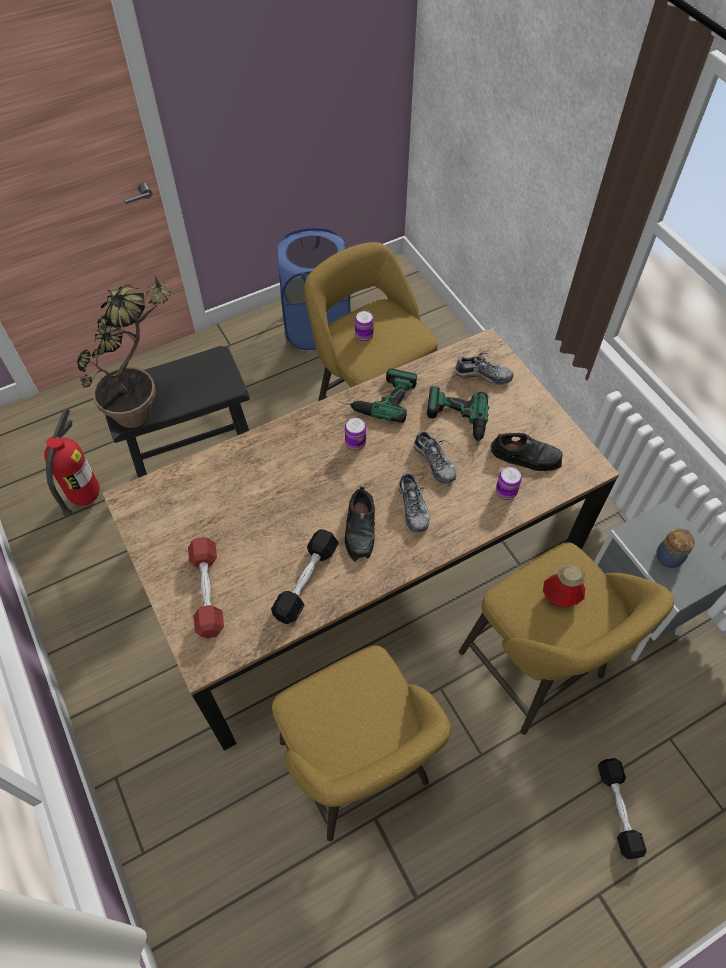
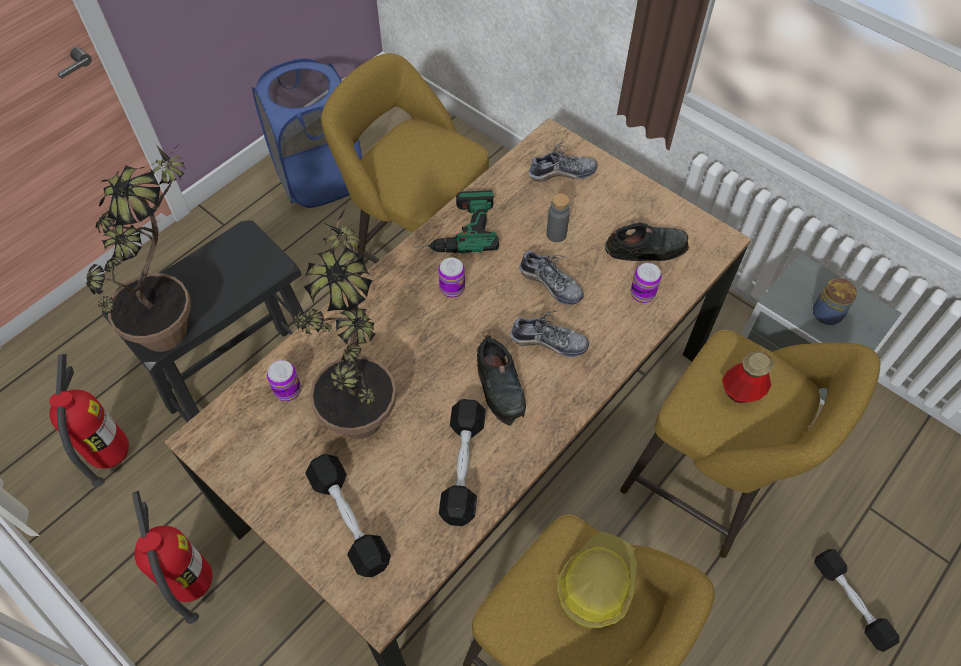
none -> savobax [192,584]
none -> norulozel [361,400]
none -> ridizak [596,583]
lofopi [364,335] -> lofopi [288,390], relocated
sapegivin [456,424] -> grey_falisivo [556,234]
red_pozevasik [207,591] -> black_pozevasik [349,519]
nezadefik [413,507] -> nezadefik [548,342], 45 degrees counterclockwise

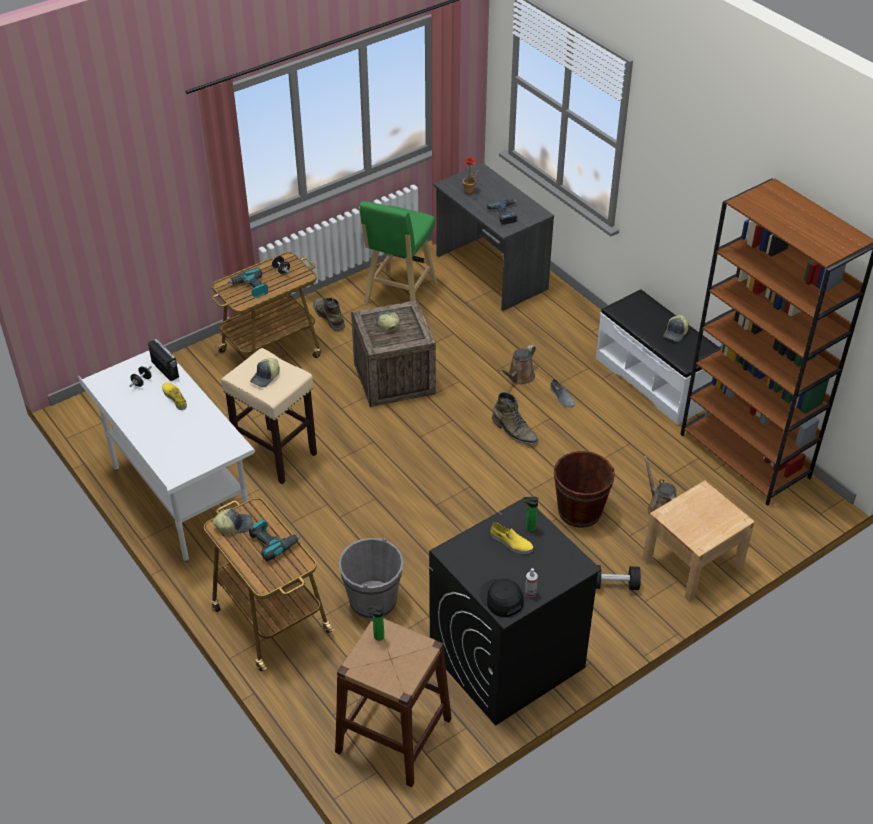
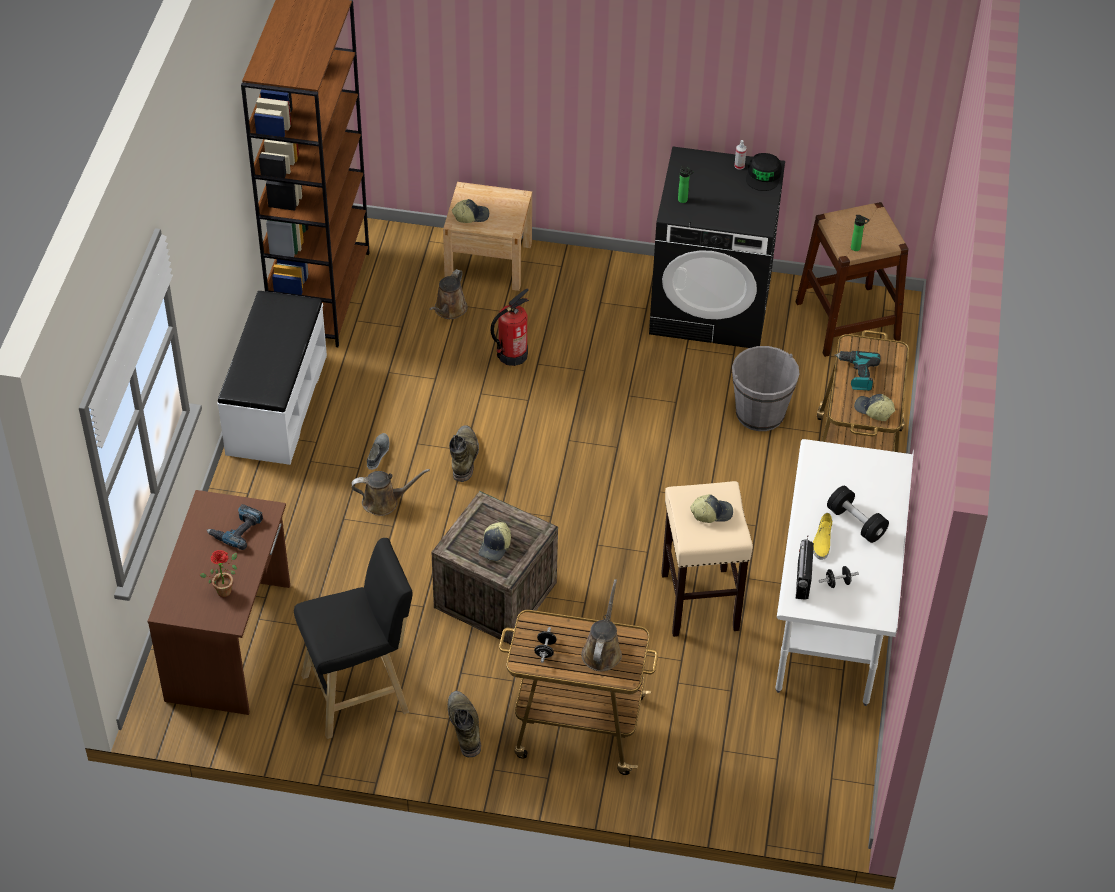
yellow_nezadefik [511,542] -> none
black_pozevasik [613,585] -> black_pozevasik [856,523], relocated
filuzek [676,333] -> filuzek [471,215], relocated
sapegivin [250,288] -> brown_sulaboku [602,651]
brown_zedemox [579,511] -> savobax [512,355]
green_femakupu [399,296] -> black_femakupu [360,692]
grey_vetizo [490,273] -> brown_vetizo [231,642]
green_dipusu [329,316] -> green_dipusu [464,726], 150 degrees clockwise

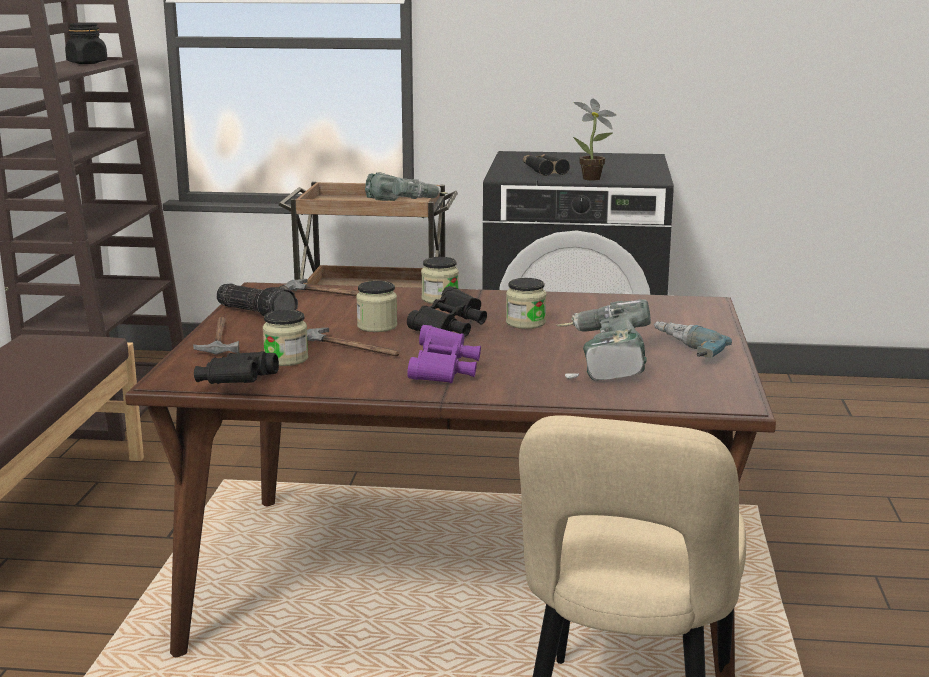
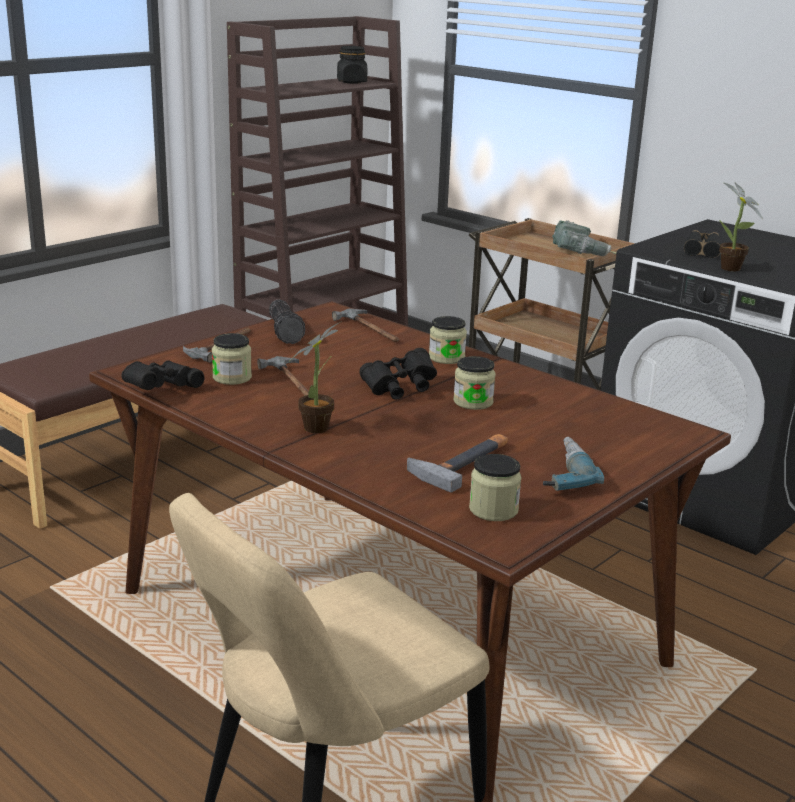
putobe [377,326] -> putobe [493,510], relocated
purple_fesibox [444,372] -> norulozel [319,427]
sapegivin [603,363] -> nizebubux [464,462]

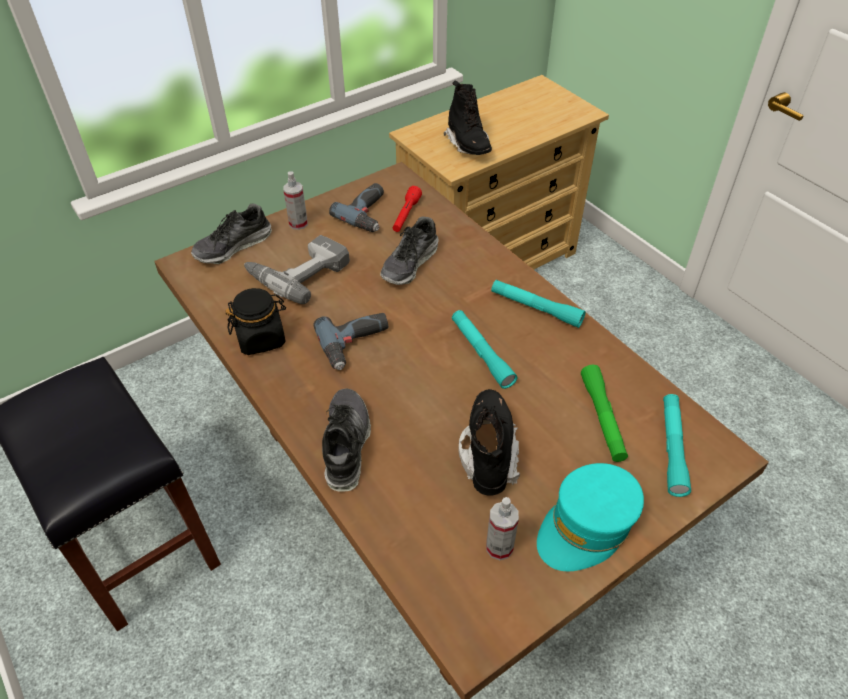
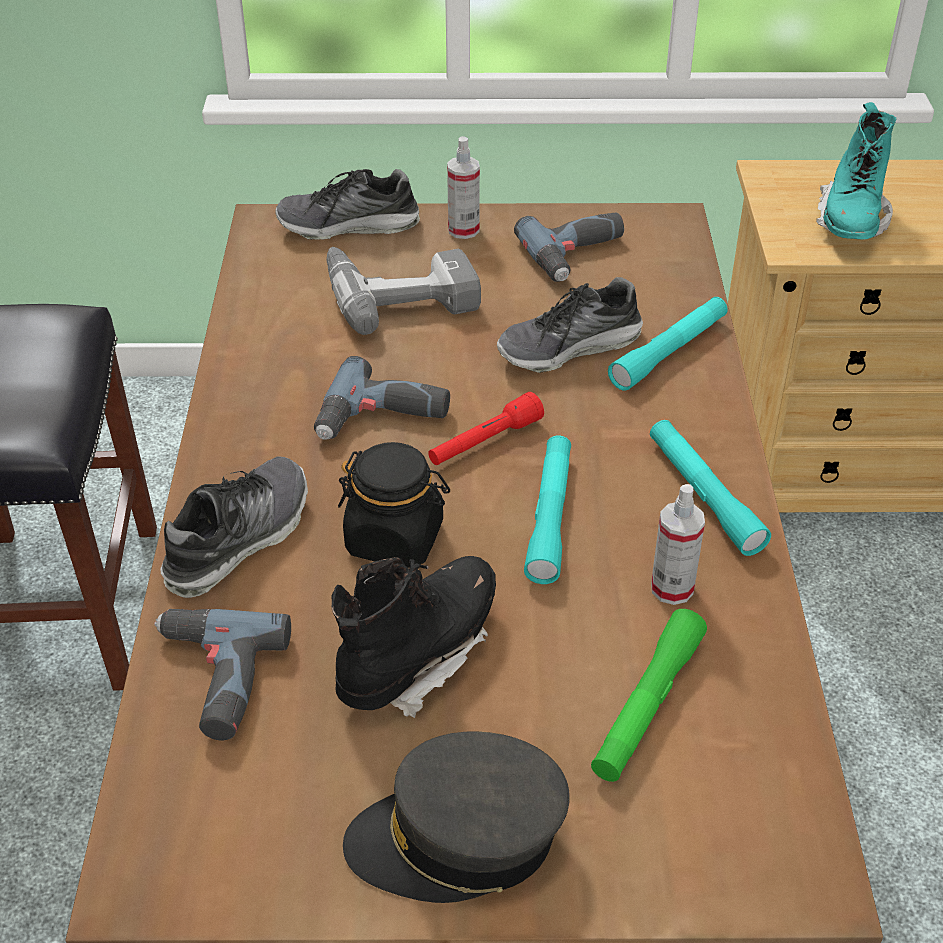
none -> sapegivin [211,680]
black_putobe [261,338] -> black_putobe [395,538], relocated
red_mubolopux [406,215] -> red_mubolopux [484,442], relocated
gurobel [499,547] -> gurobel [672,588], relocated
turquoise_mubolopux [672,448] -> turquoise_mubolopux [669,352], relocated
black_dipusu [468,145] -> turquoise_dipusu [851,222]
turquoise_filuzek [586,526] -> grey_filuzek [459,839]

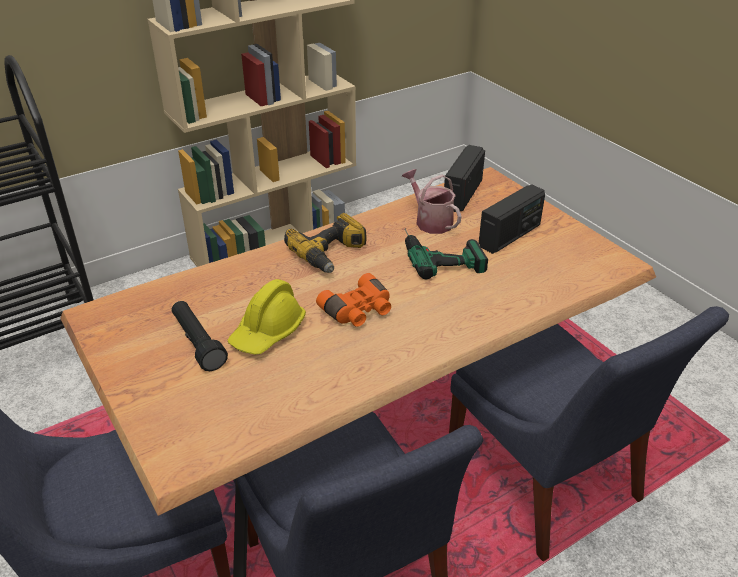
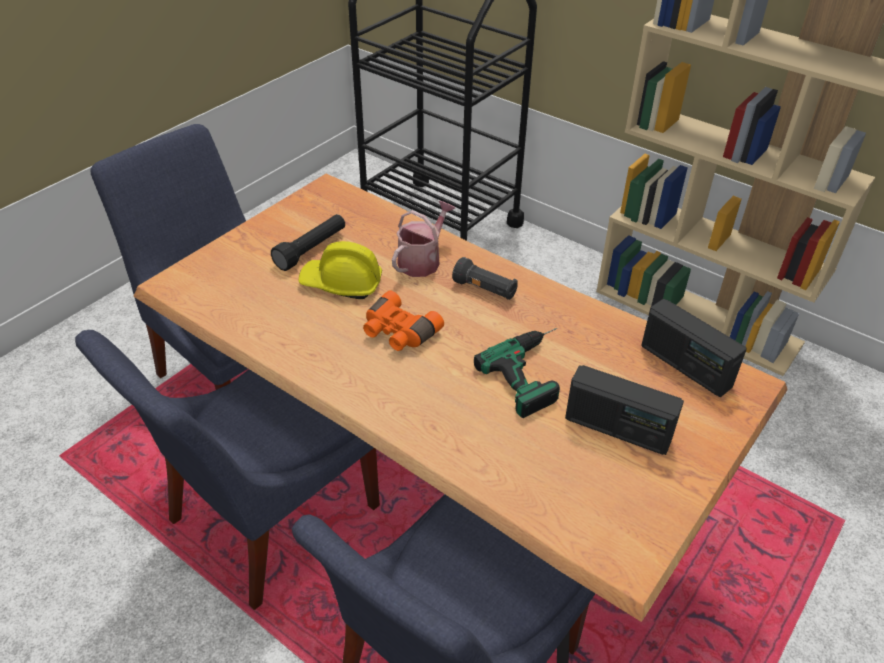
sulaboku [430,221] -> sulaboku [422,260], relocated
sapegivin [331,254] -> black_mubolopux [485,290]
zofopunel [462,194] -> zofopunel [685,366], 135 degrees counterclockwise

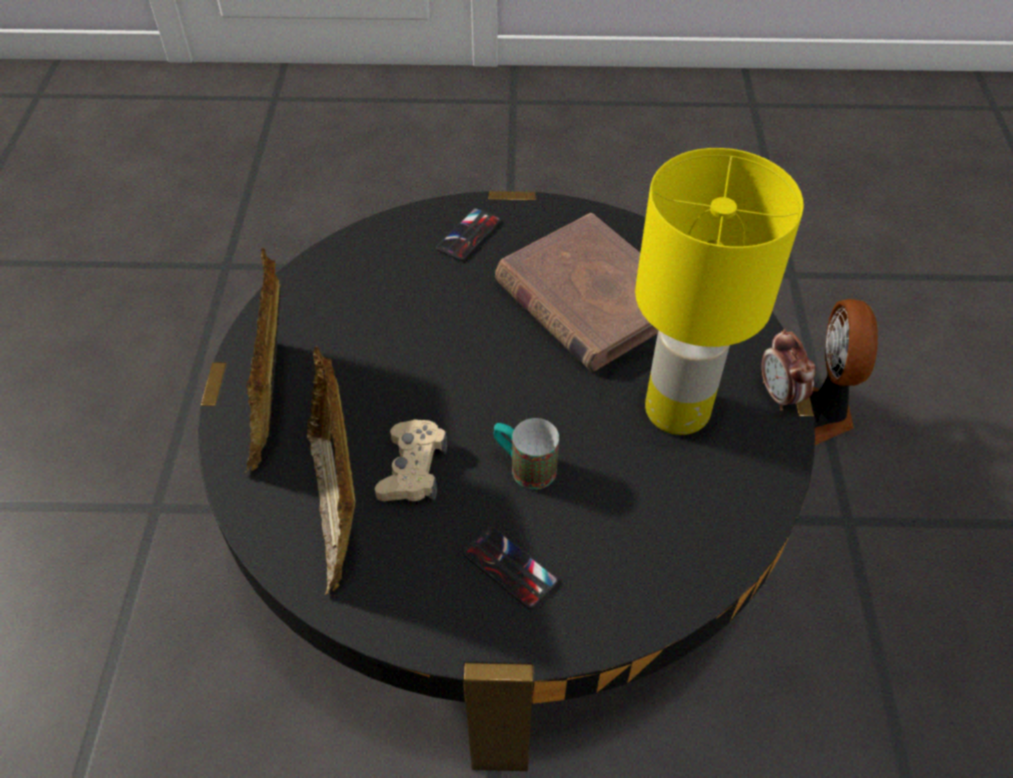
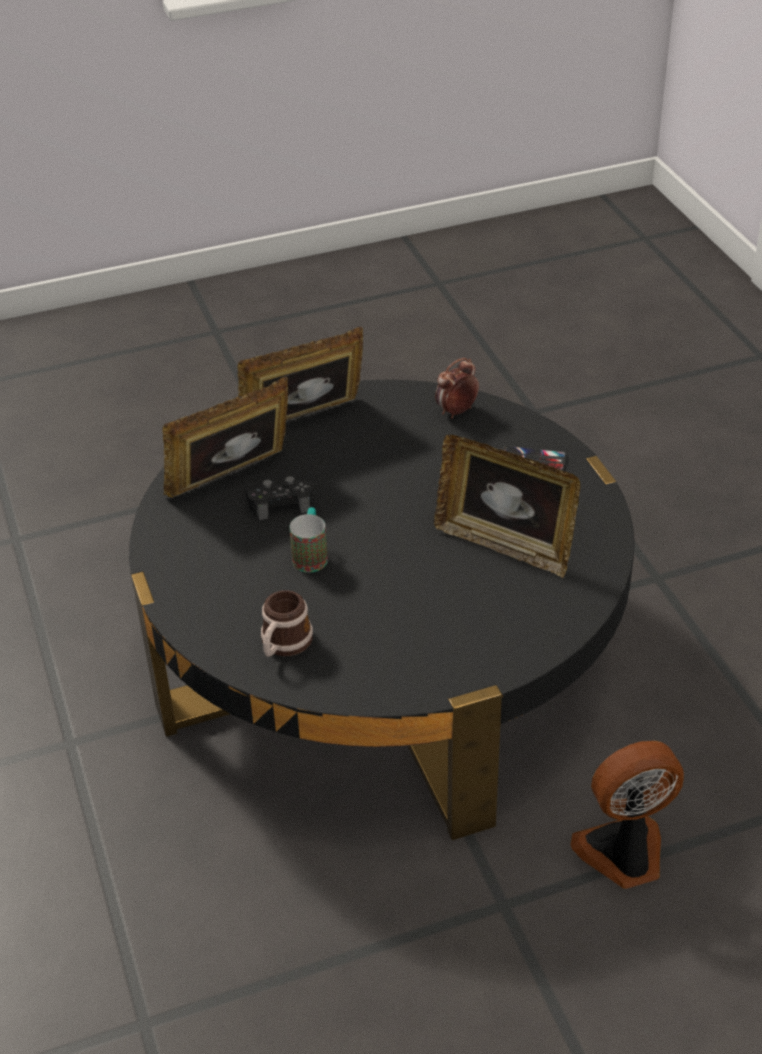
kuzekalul [510,567] -> none
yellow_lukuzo [679,409] -> none
none -> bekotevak [283,645]
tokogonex [779,395] -> tokogonex [456,411], relocated
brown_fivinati [589,298] -> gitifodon [505,544]
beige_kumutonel [412,469] -> black_kumutonel [281,502]

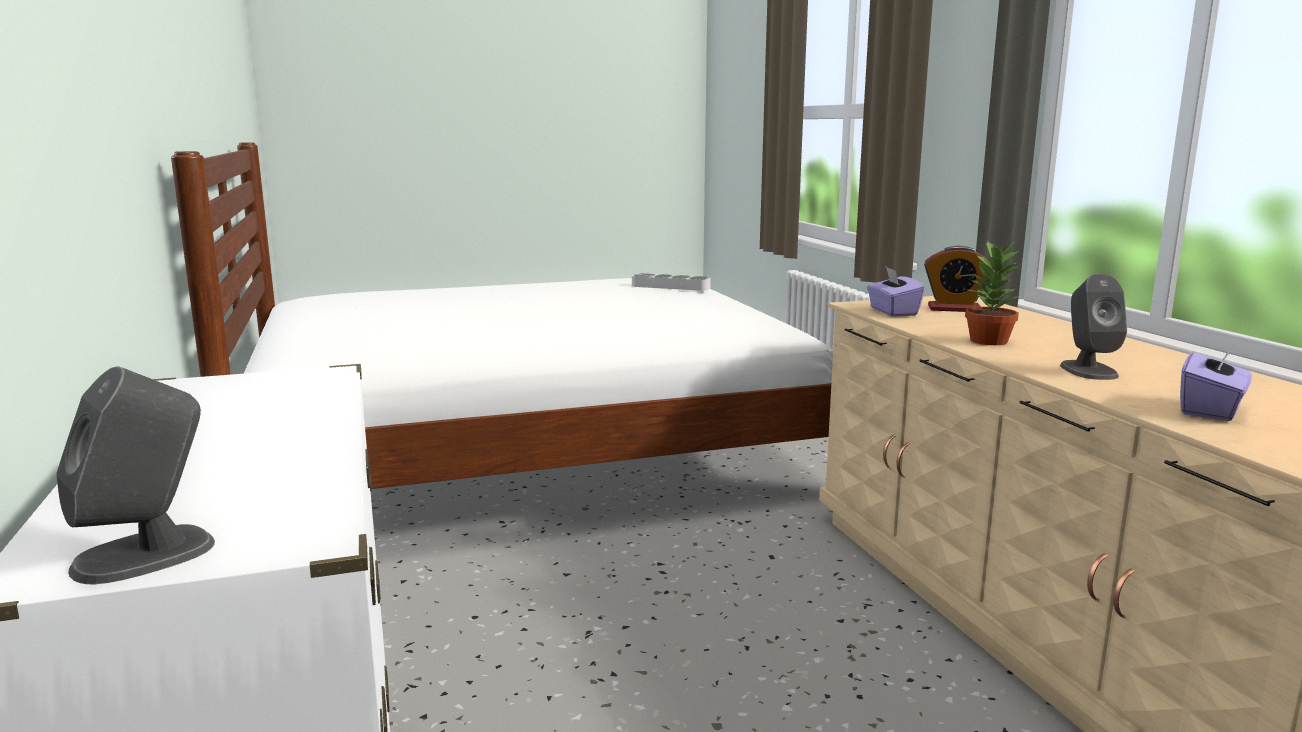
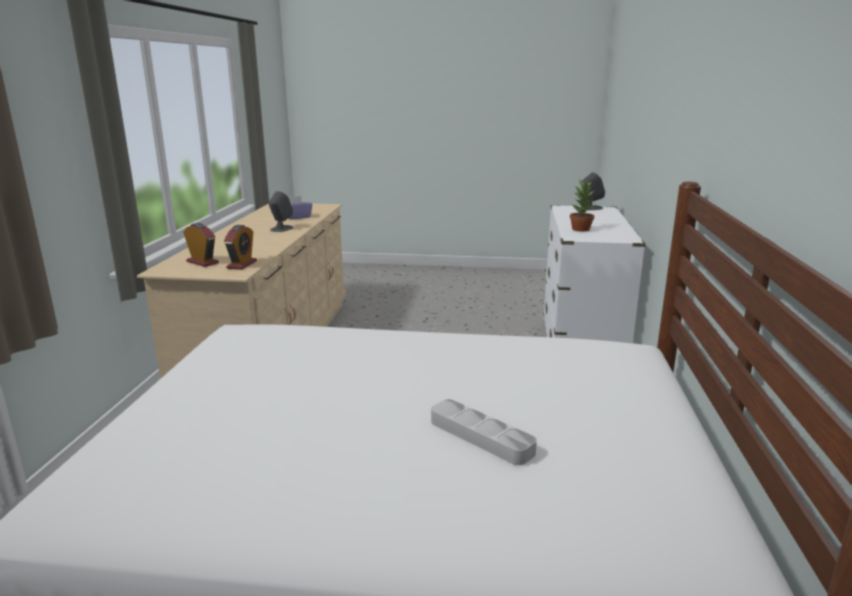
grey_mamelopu [670,286] -> grey_mamelopu [481,436], relocated
norulozel [989,341] -> norulozel [581,229], relocated
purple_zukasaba [892,312] -> tokogonex [242,264]

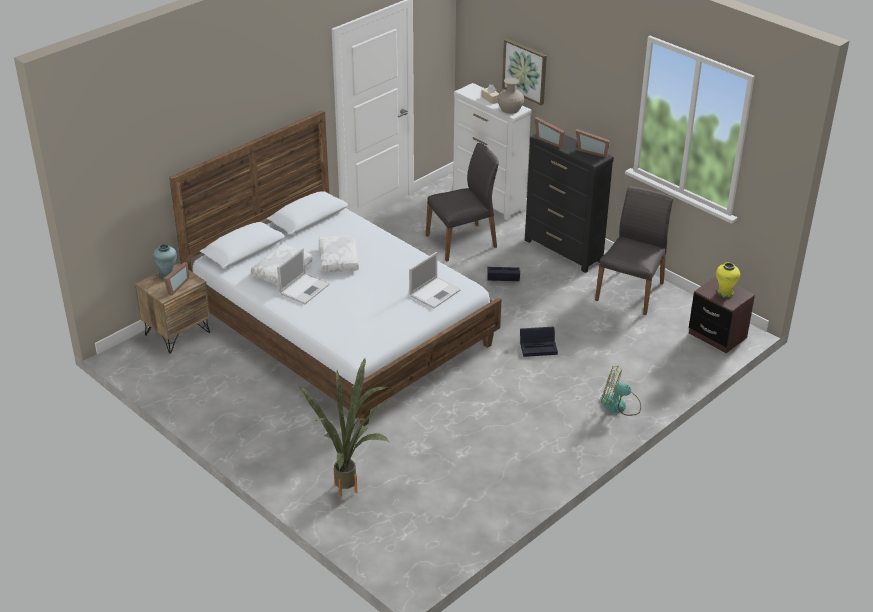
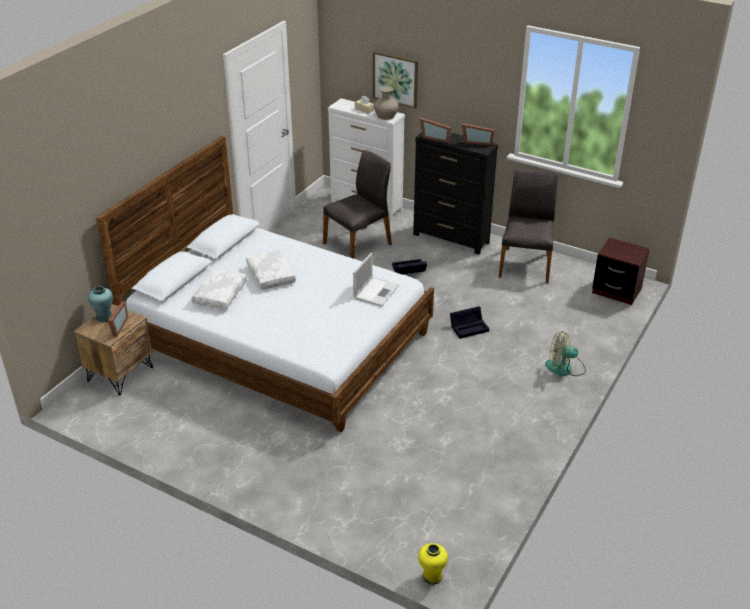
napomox [304,288] -> none
norulozel [353,488] -> none
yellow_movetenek [725,293] -> yellow_movetenek [432,576], relocated

